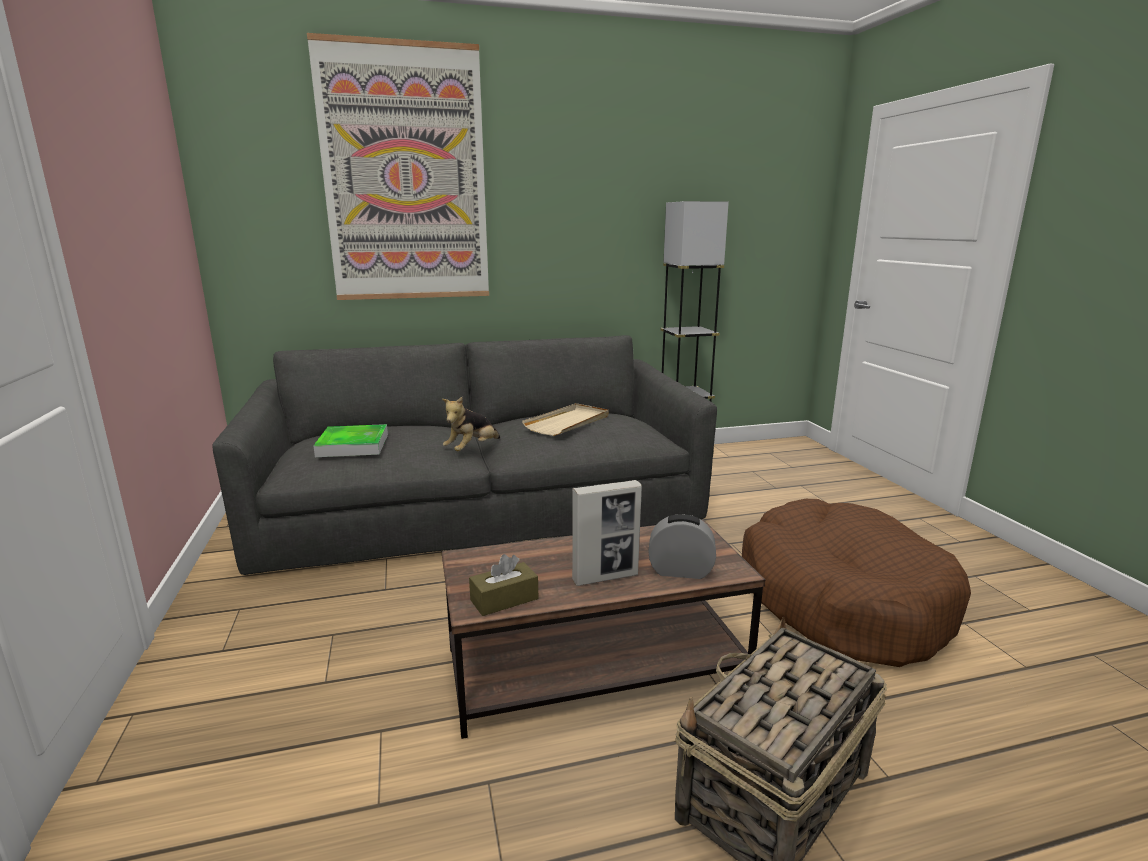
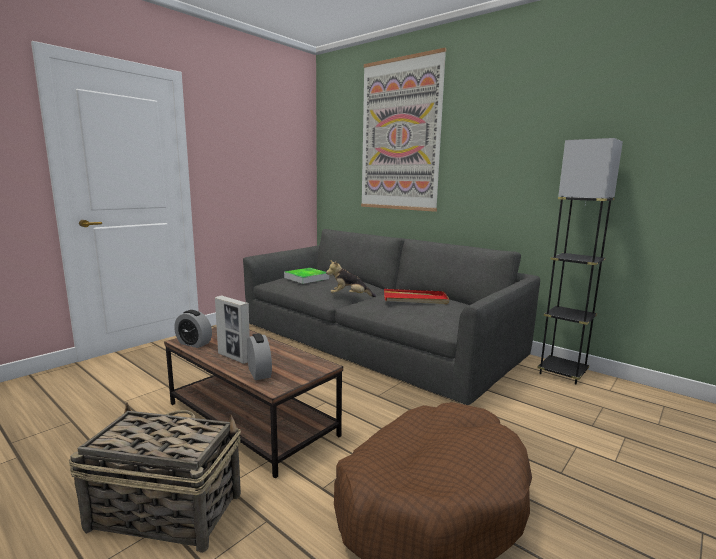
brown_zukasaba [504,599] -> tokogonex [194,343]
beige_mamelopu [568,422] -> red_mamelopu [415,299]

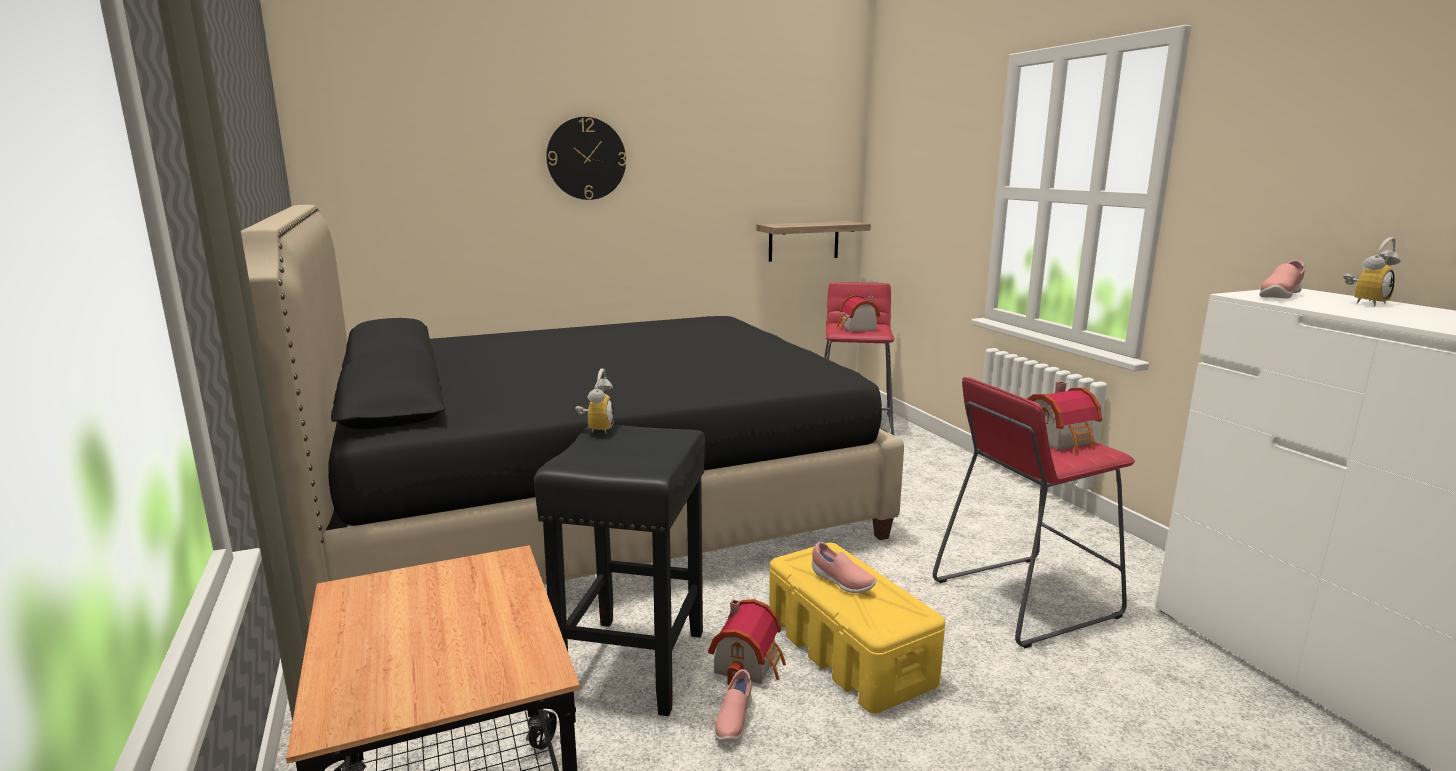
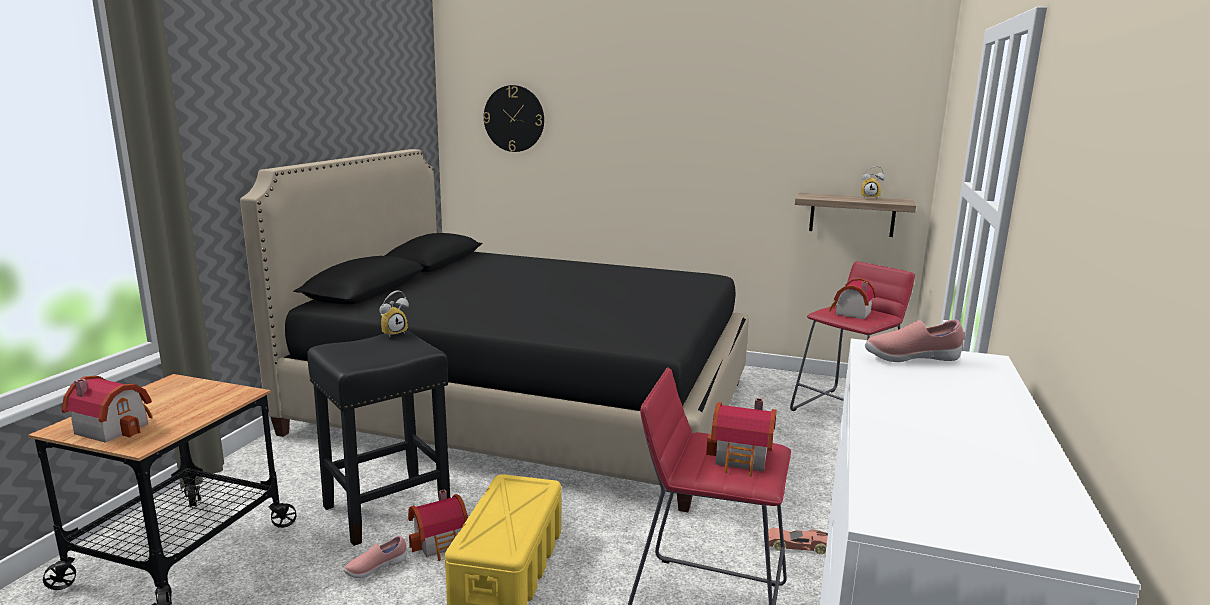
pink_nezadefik [841,582] -> none
none -> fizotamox [114,427]
none -> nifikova [797,546]
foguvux [586,158] -> foguvux [514,118], relocated
tokogonex [1364,302] -> tokogonex [870,198], relocated

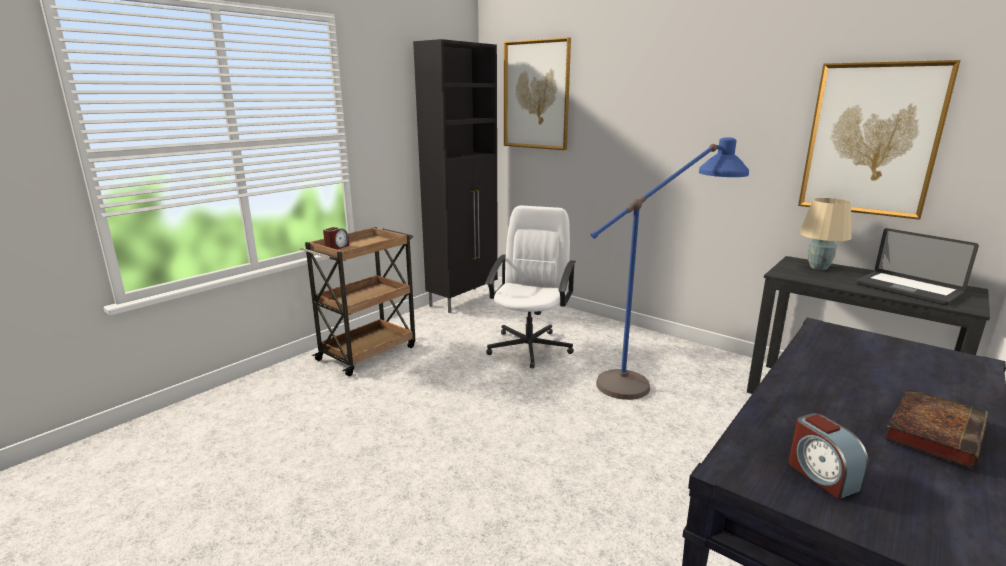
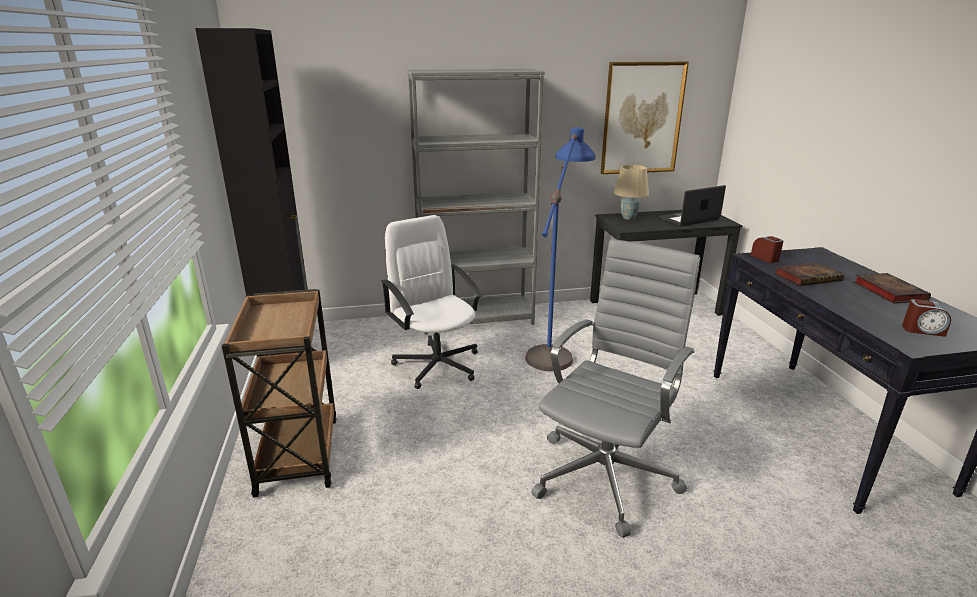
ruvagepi [536,95] -> none
none -> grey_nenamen [477,319]
none -> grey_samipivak [607,474]
none -> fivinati [808,277]
tokogonex [336,247] -> tokogonex [765,258], relocated
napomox [907,289] -> napomox [688,219], 150 degrees clockwise

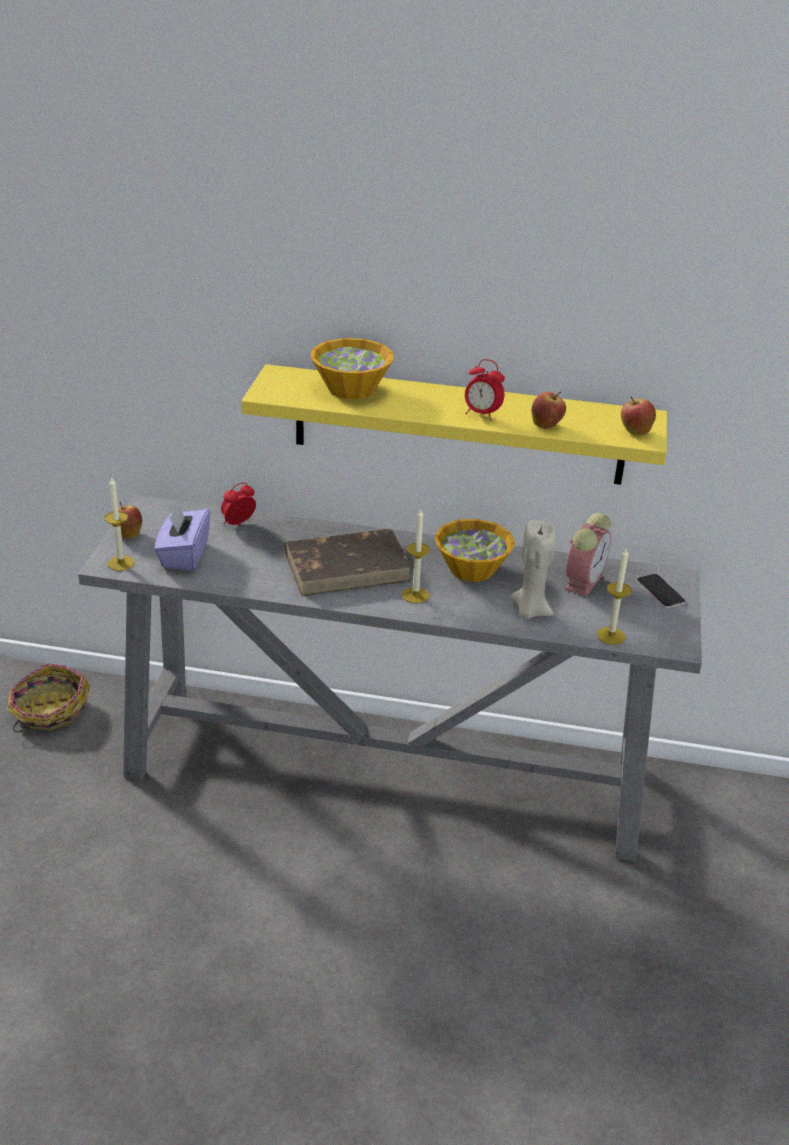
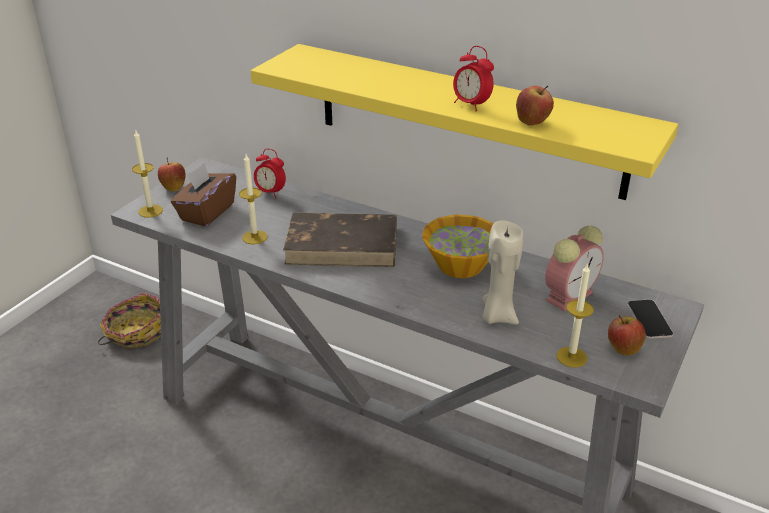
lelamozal [351,388] -> none
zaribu [415,595] -> zaribu [254,237], relocated
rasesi [635,432] -> rasesi [623,349], relocated
purple_zukasaba [184,555] -> brown_zukasaba [206,212]
tokogonex [238,524] -> tokogonex [270,192], 135 degrees counterclockwise

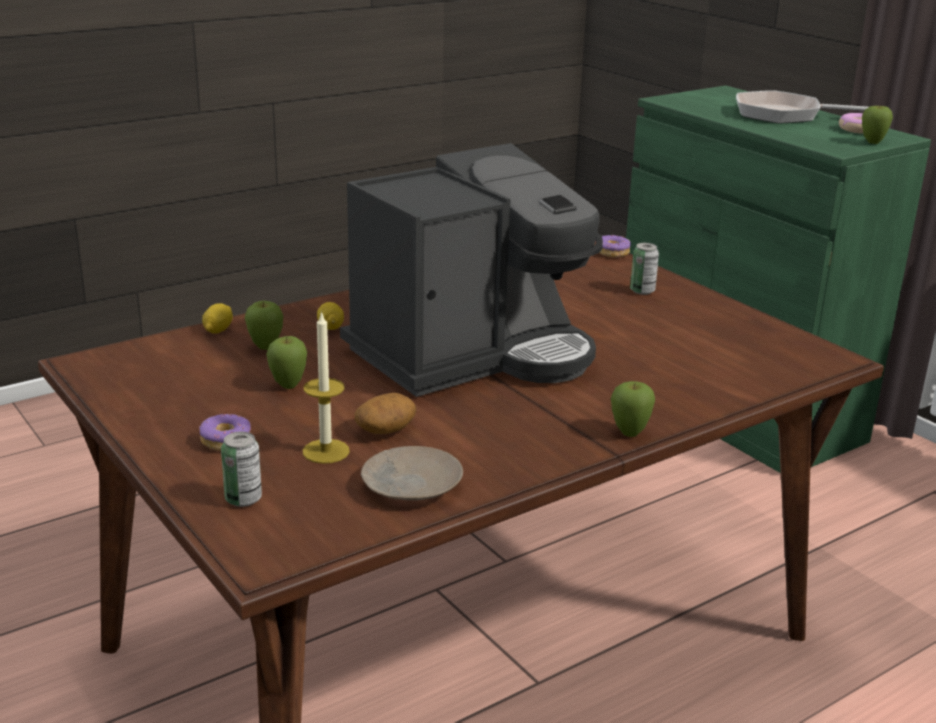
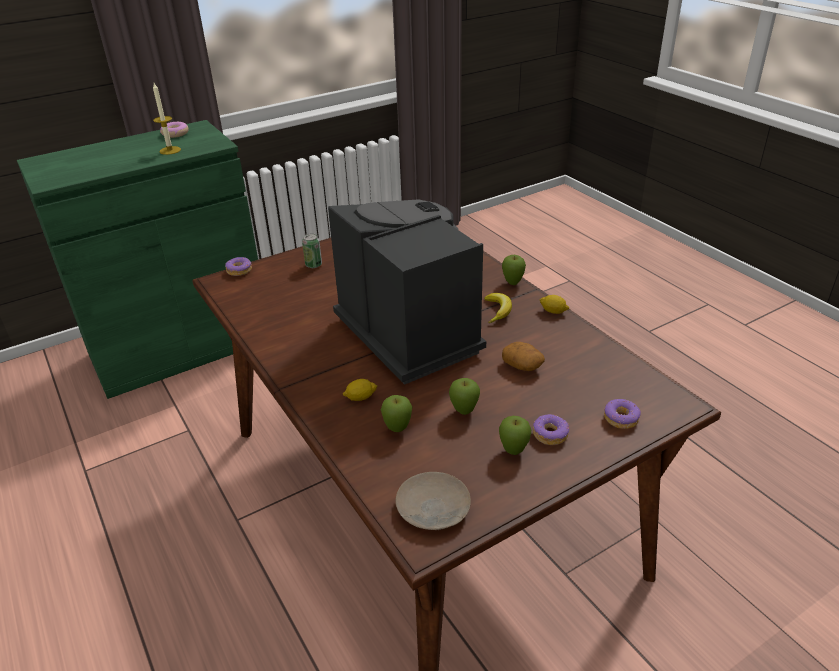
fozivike [784,115] -> none
none -> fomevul [497,311]
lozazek [218,330] -> lozazek [553,311], relocated
zaribu [326,451] -> zaribu [170,150], relocated
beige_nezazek [410,485] -> beige_nezazek [433,508], relocated
rasesi [872,143] -> rasesi [513,451], relocated
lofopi [243,499] -> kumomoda [621,419]

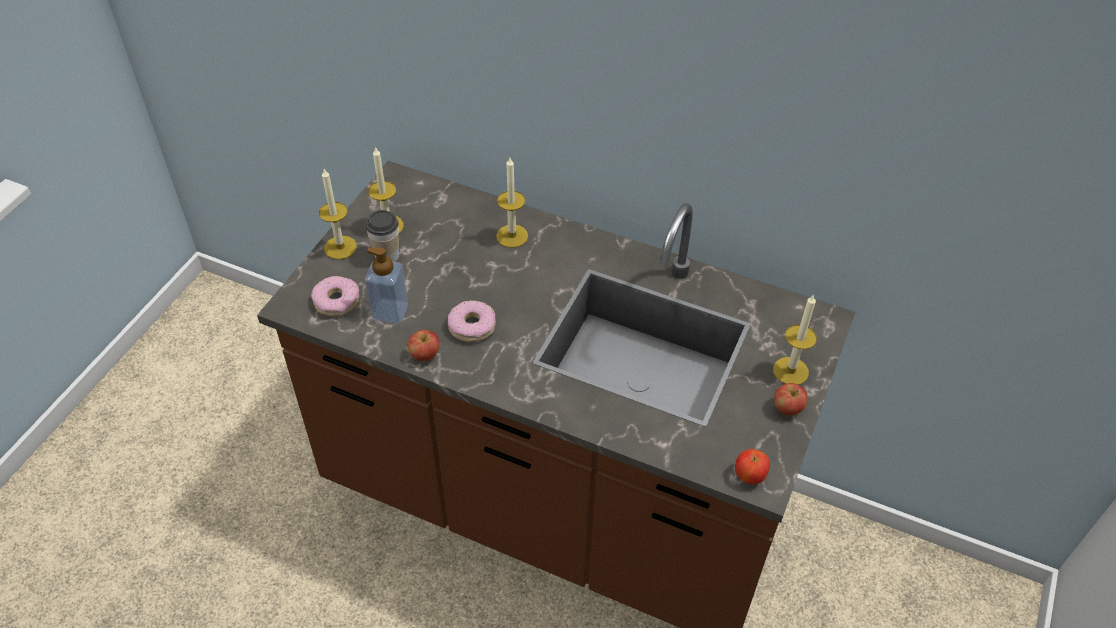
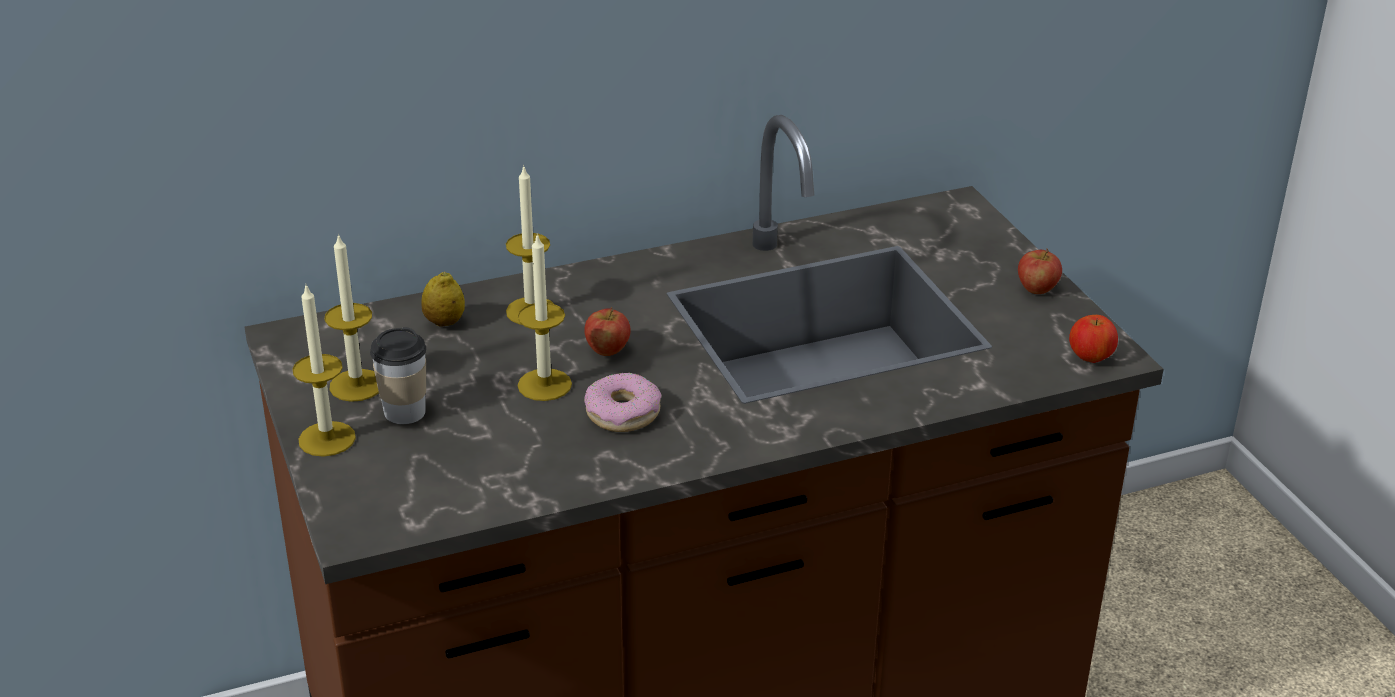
kumomoda [336,301] -> none
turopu [390,312] -> none
none -> lozazek [444,322]
rasesi [424,355] -> rasesi [607,350], relocated
zaribu [790,371] -> zaribu [544,385], relocated

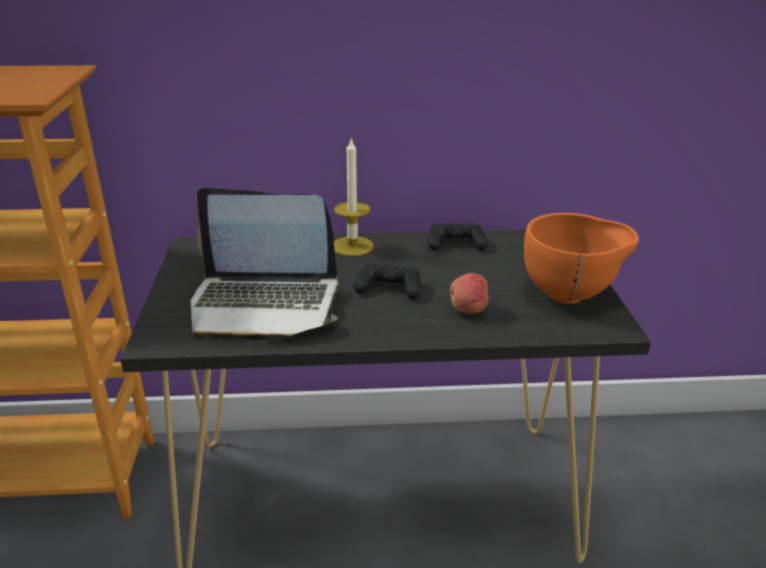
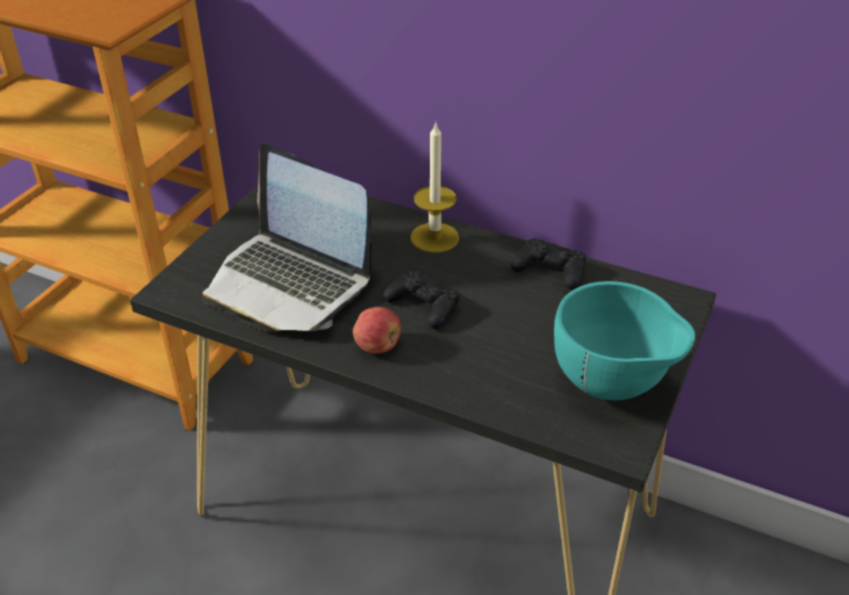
rasesi [468,310] -> rasesi [378,346], relocated
orange_lelamozal [571,296] -> turquoise_lelamozal [612,387]

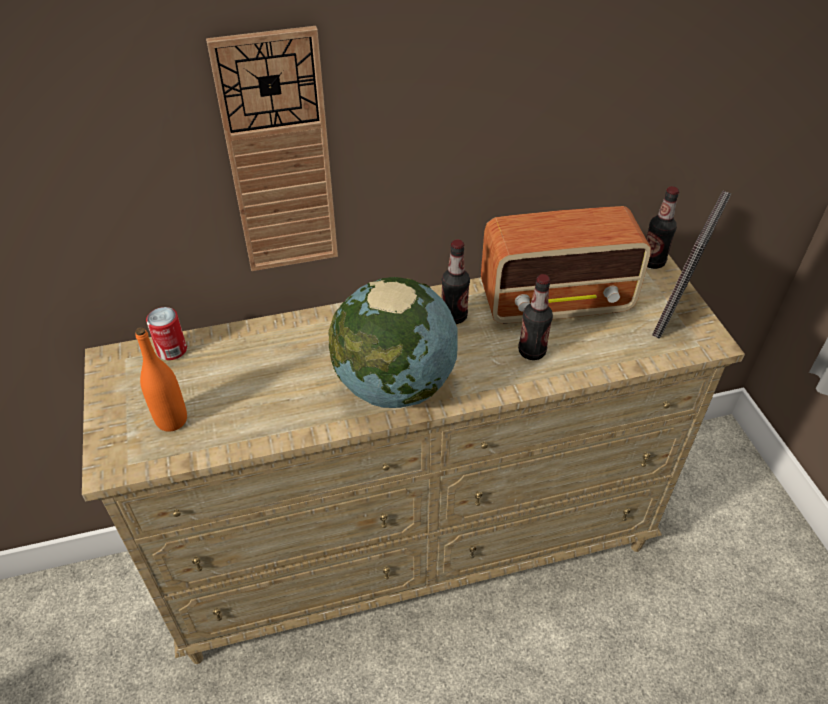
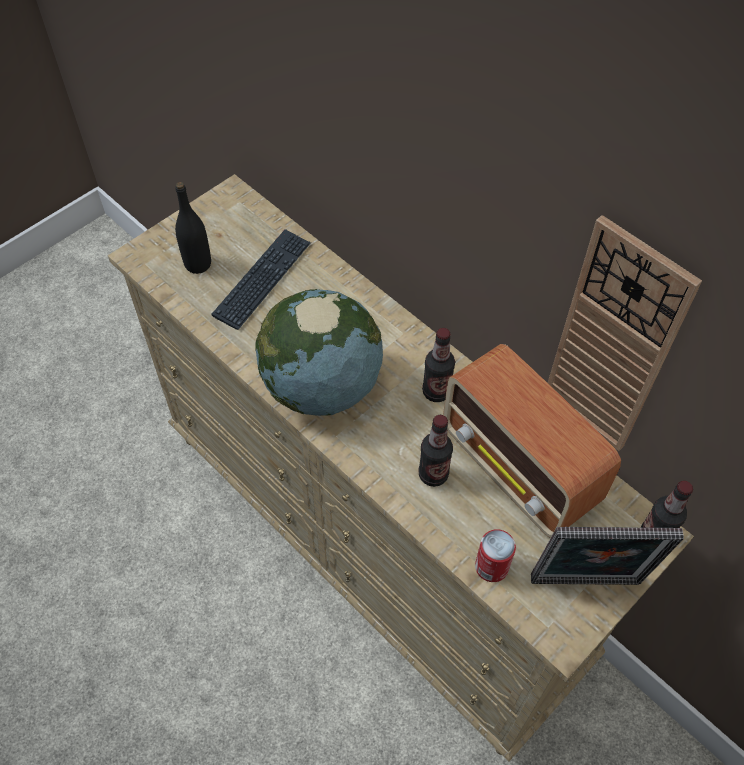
none -> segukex [263,280]
lofopi [172,350] -> lofopi [491,566], relocated
foguvux [279,159] -> foguvux [614,342], relocated
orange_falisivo [172,420] -> black_falisivo [198,264]

